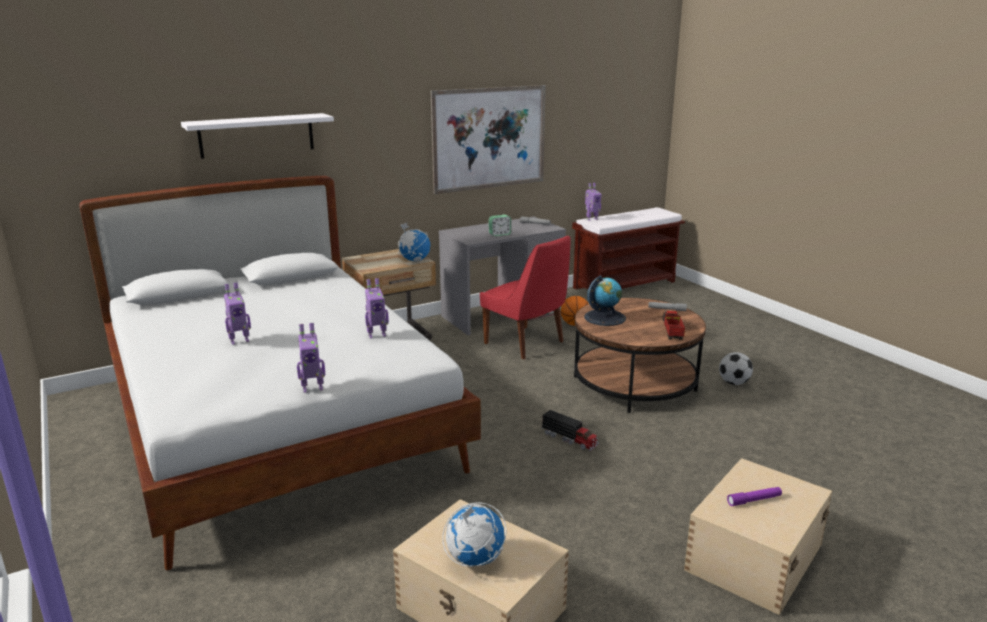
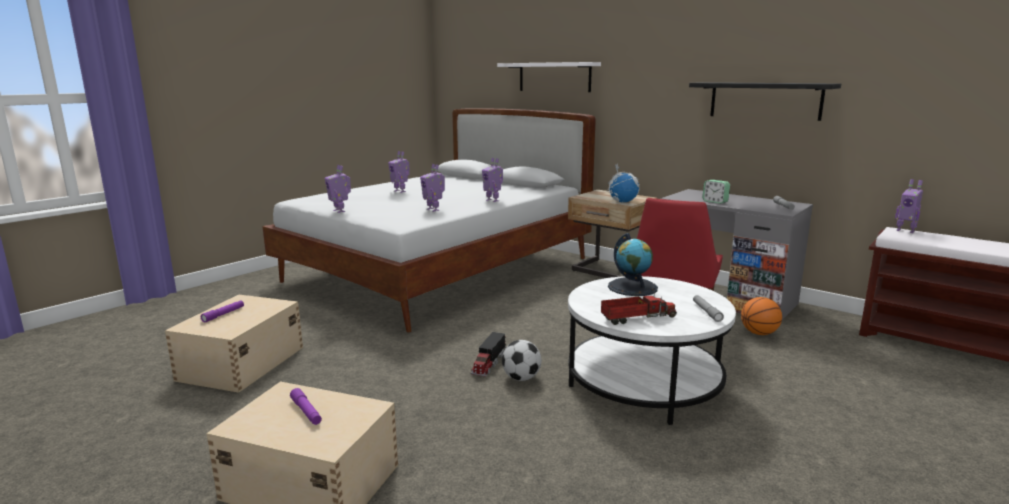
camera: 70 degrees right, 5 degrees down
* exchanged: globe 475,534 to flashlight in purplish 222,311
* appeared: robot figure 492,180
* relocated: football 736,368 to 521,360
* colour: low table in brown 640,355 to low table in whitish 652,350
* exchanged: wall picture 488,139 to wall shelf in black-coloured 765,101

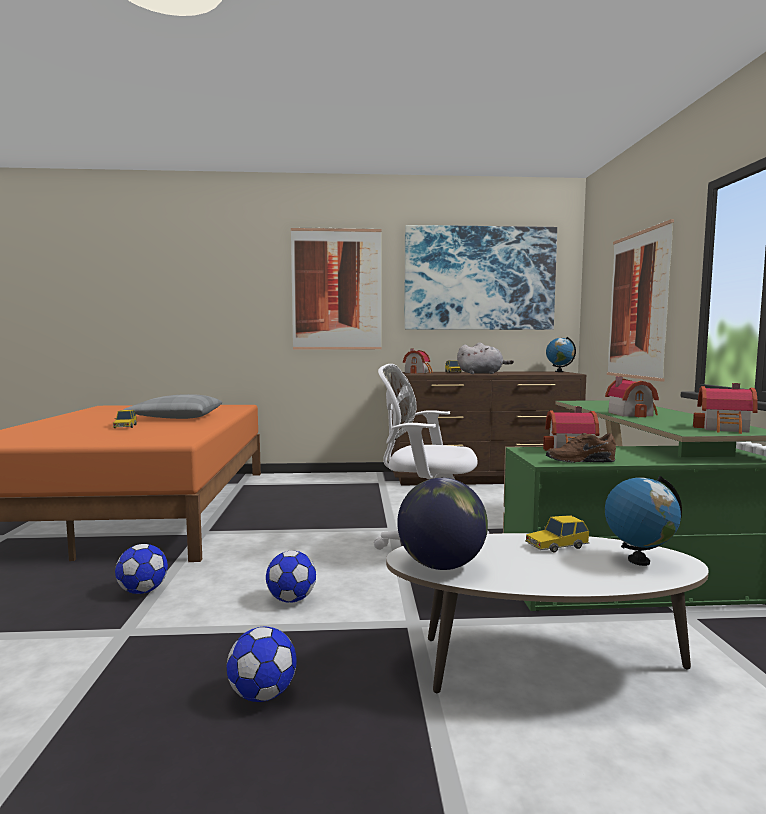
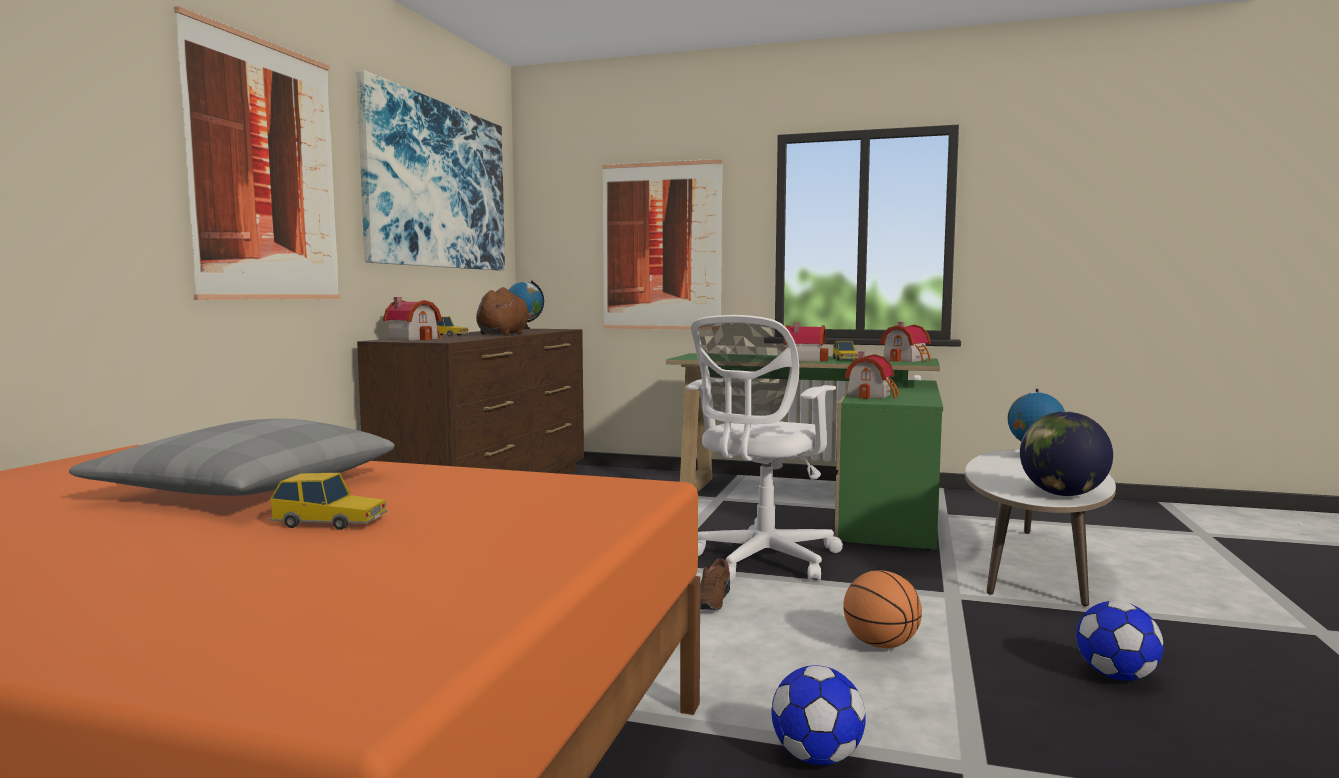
camera: 70 degrees left, 0 degrees up
* colour: plush toy in gray 485,358 to plush toy in brown 505,311
* relocated: shoe in brown 581,448 to 715,584
* relocated: toy car 557,533 to 845,350
* exchanged: football 291,577 to basketball ball 882,609

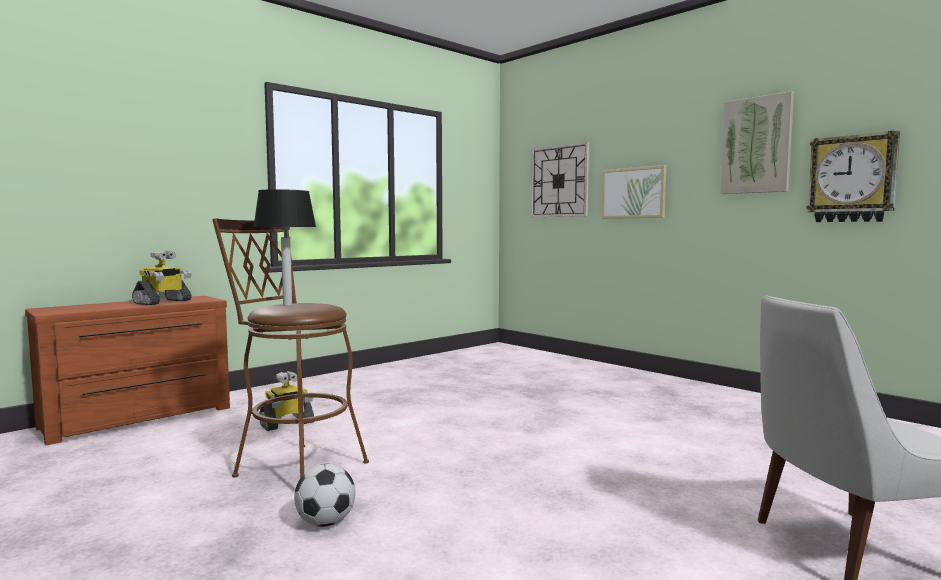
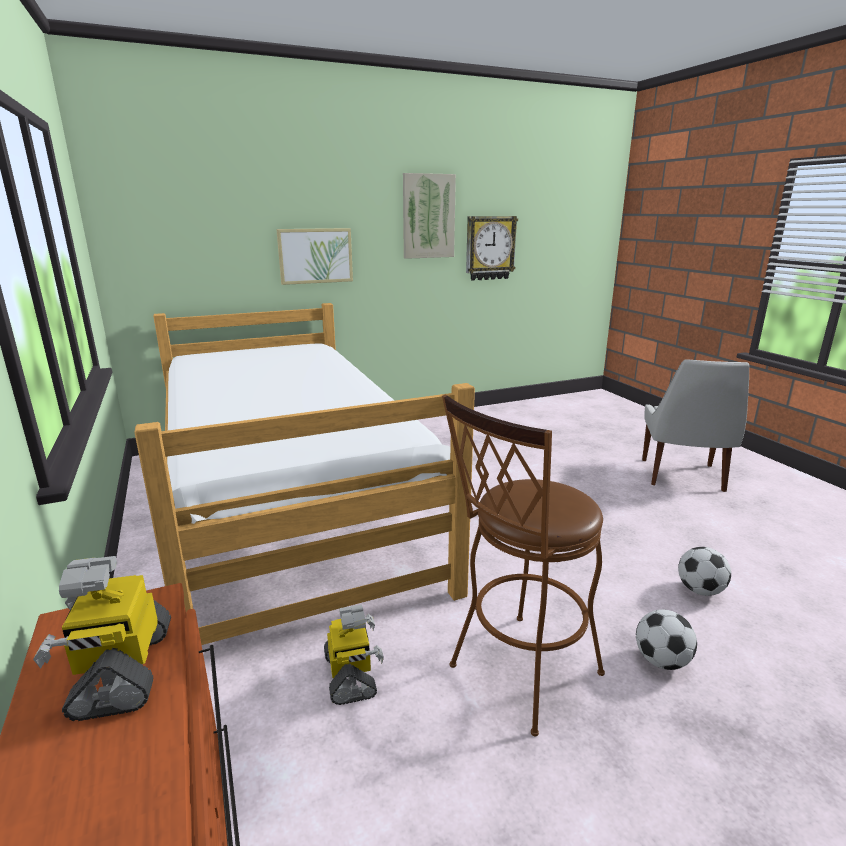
camera: 70 degrees left, 15 degrees up
* spun: robot figure 162,278 = 102,638 150 degrees counterclockwise
* appeared: sleeping bed 304,474
* appeared: football 704,571
* missing: table lamp 284,247
* missing: hanging clock 560,179

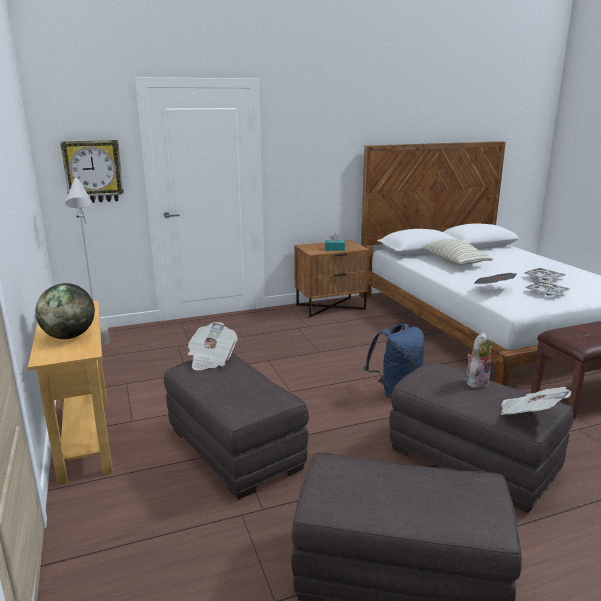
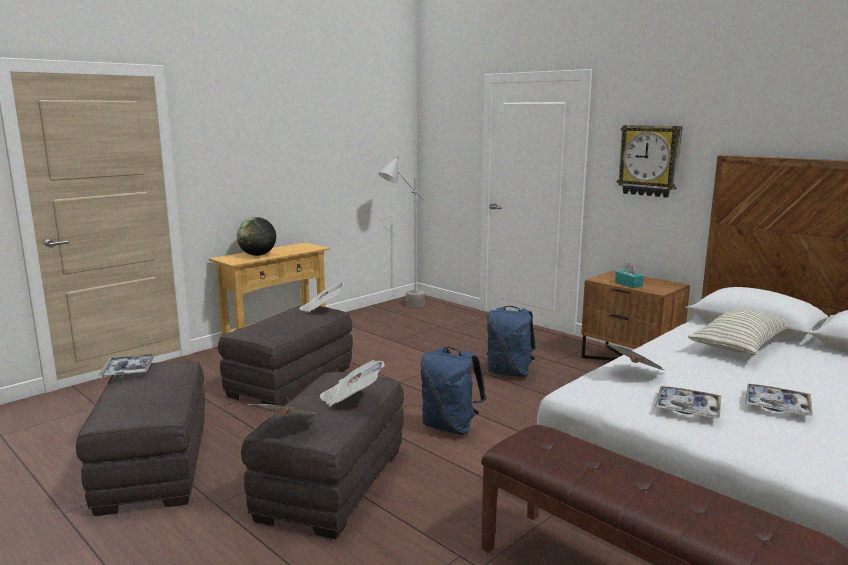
camera: 65 degrees right, 5 degrees down
* appeared: tray 127,366
* exchanged: plush toy 479,360 to daily paper 352,383
* appeared: knapsack in bluish 511,341
* relocated: hanging clock 92,171 to 650,161

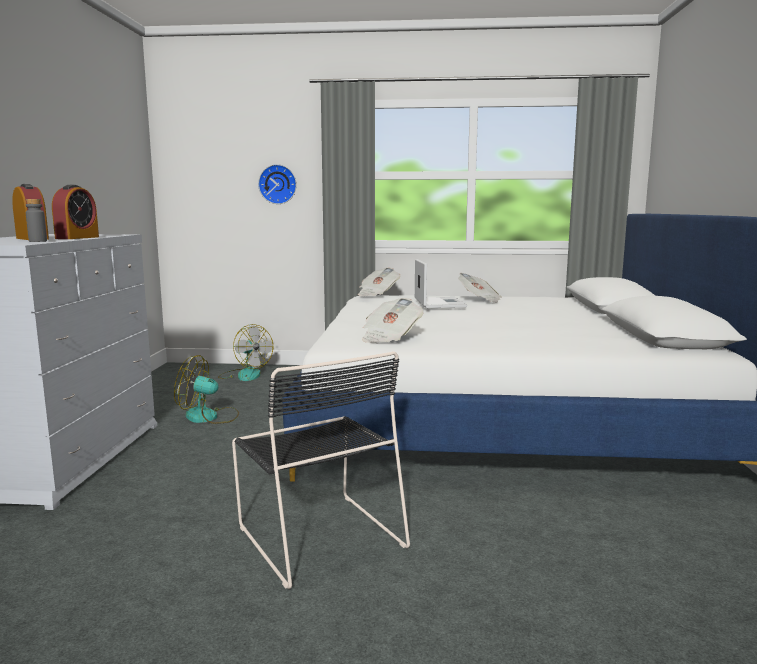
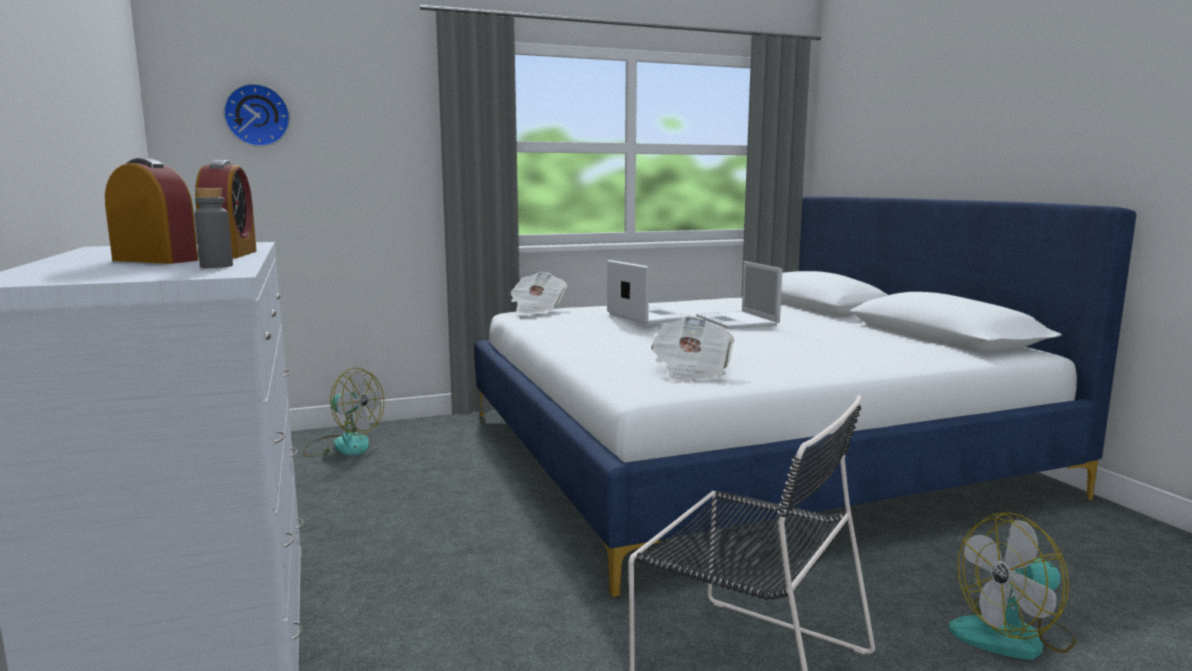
camera: 25 degrees left, 0 degrees up
* relocated: hanging clock 277,184 to 256,115
* appeared: portable computer 739,295
* relocated: fan 206,389 to 1012,585
* missing: daily paper 480,288

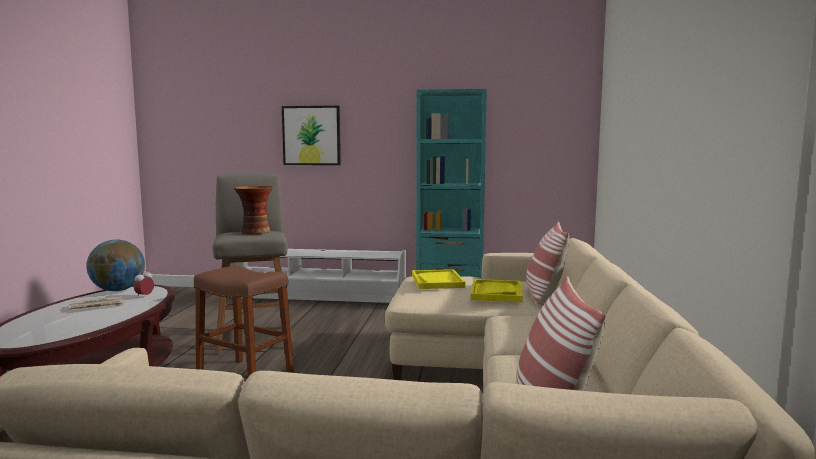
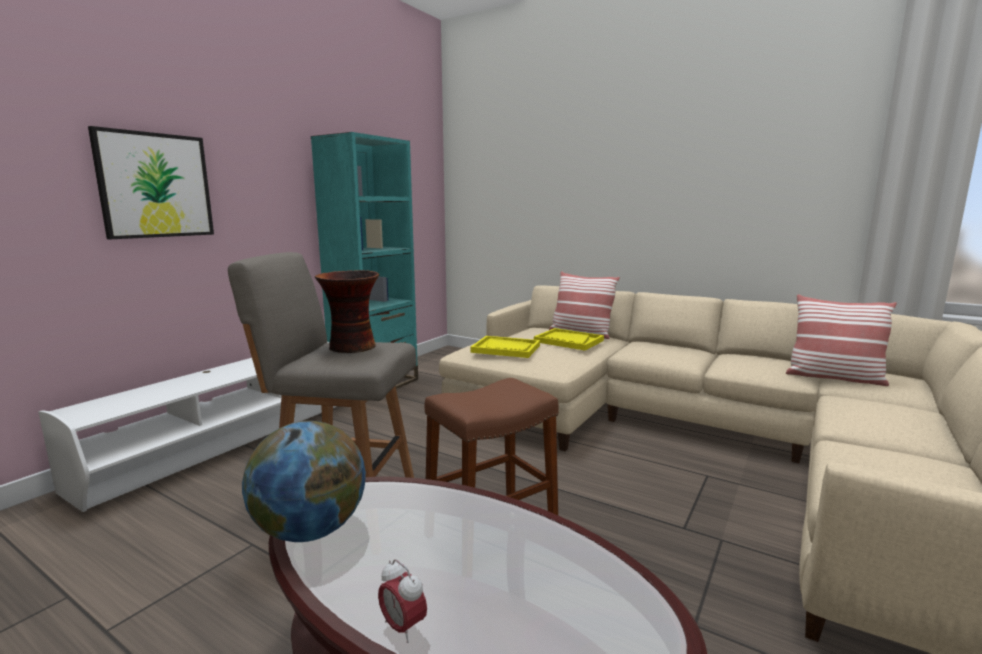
camera: 65 degrees left, 5 degrees up
* relocated: table clock 144,284 to 402,601
* missing: daily paper 96,303

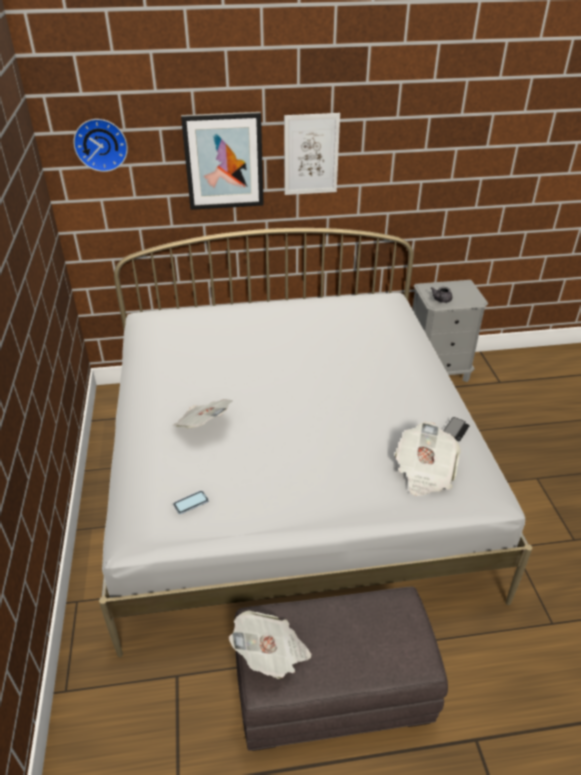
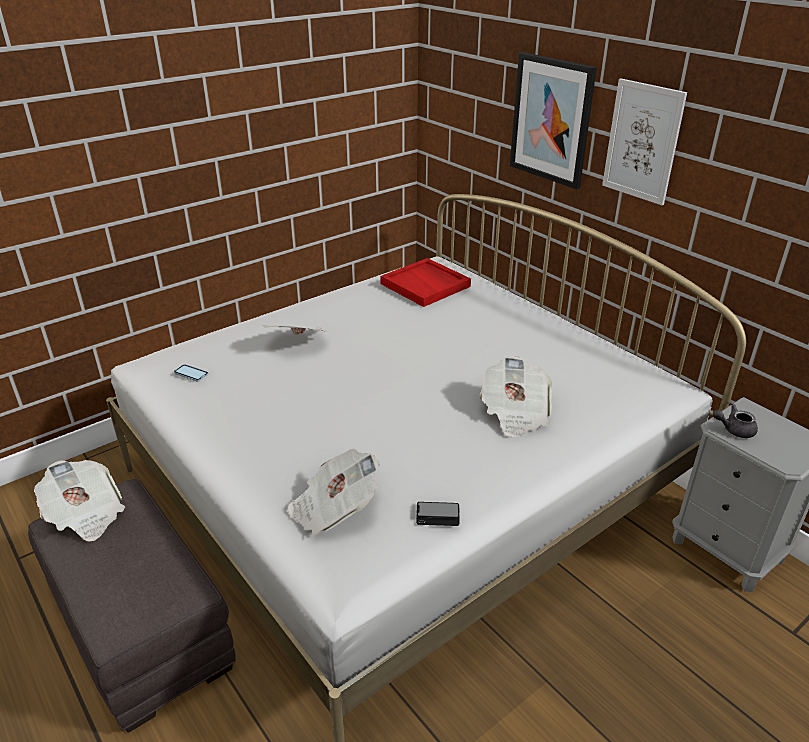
camera: 60 degrees right, 5 degrees down
* appeared: tray in red 425,282
* appeared: daily paper 516,396
* missing: hanging clock 100,145

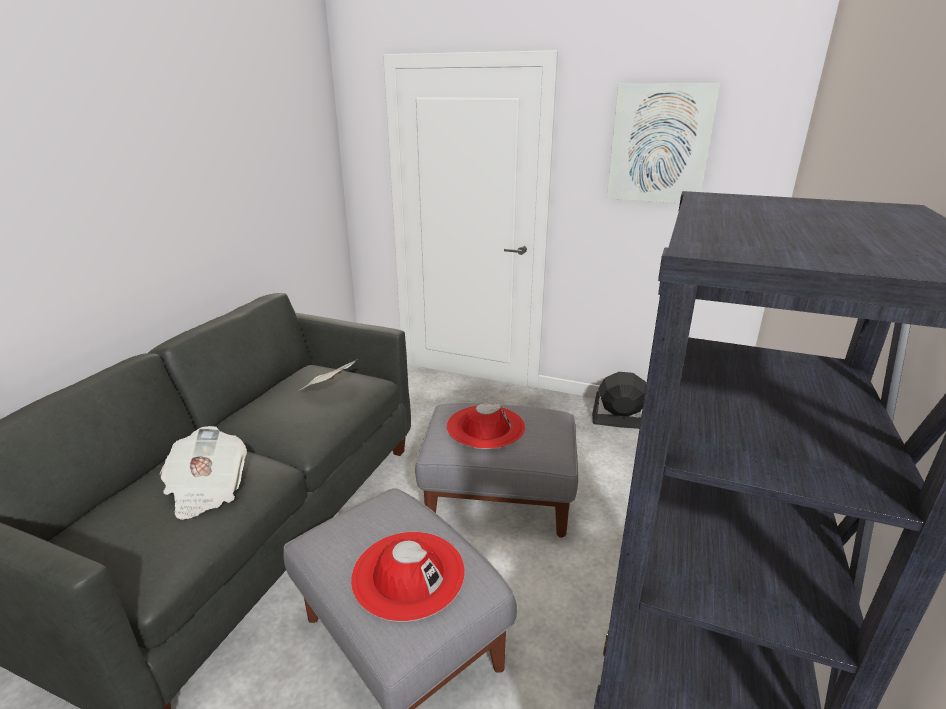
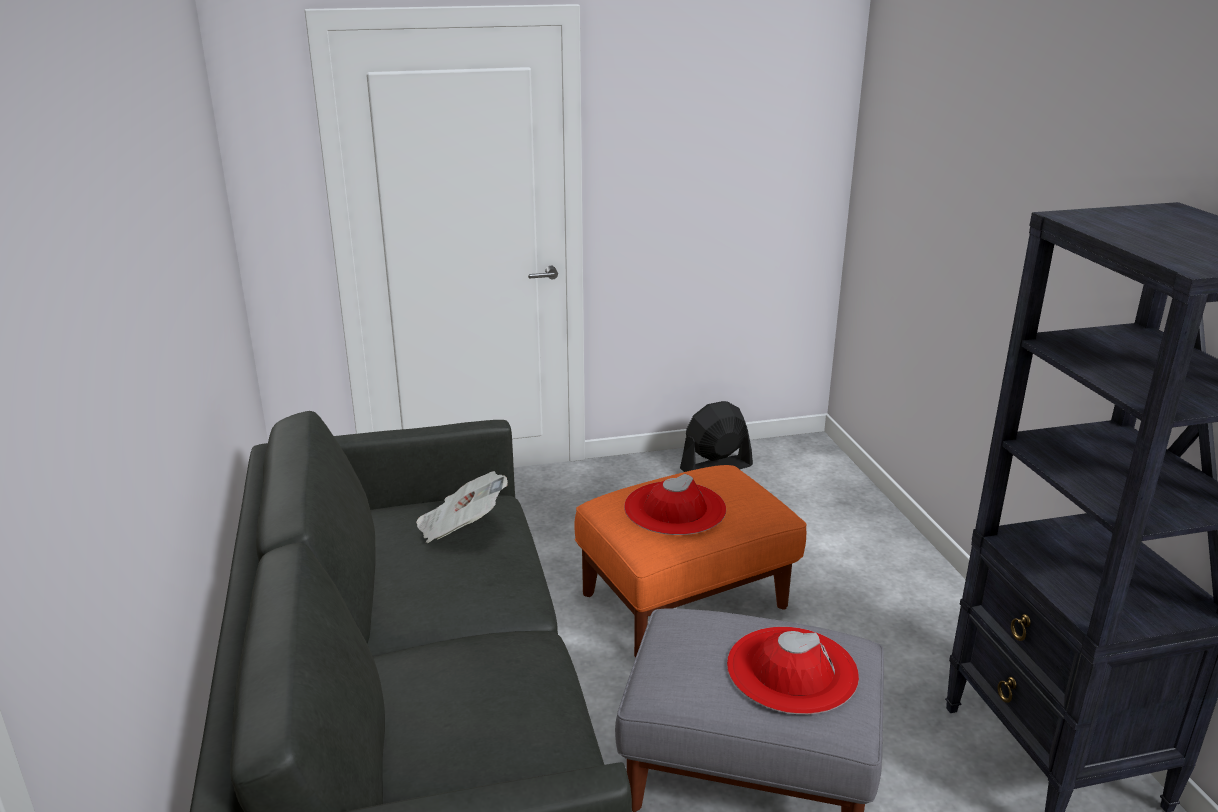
camera: 35 degrees left, 0 degrees up
* colour: ottoman in gray 496,470 to ottoman in orangey 690,561
* missing: daily paper 203,473
* missing: wall picture 663,143

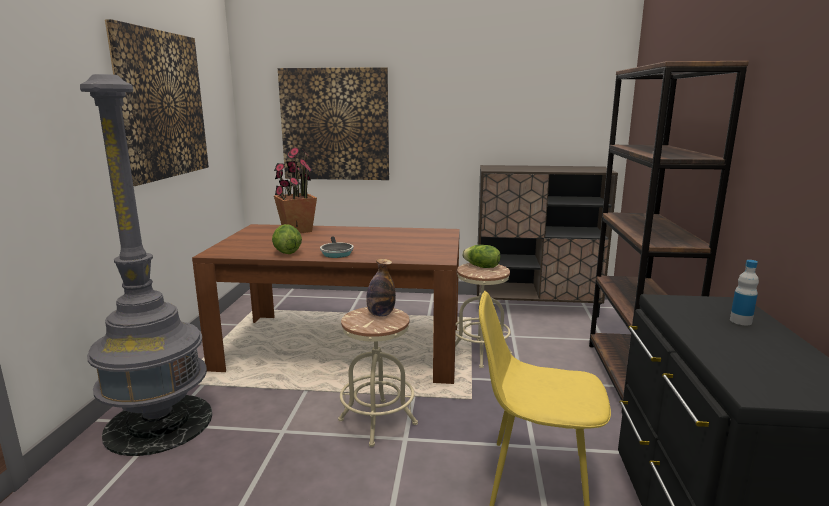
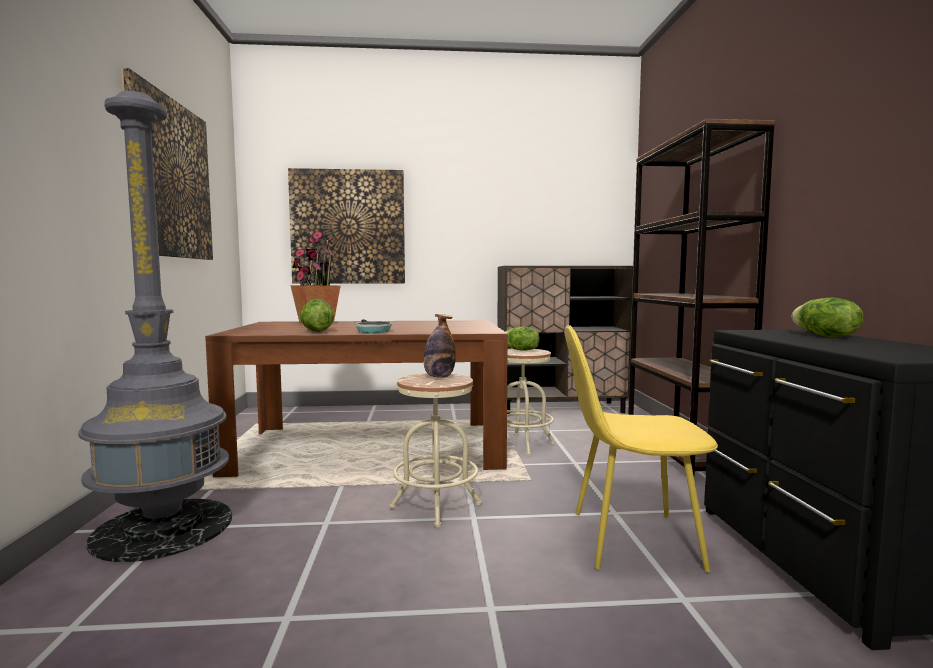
camera: 10 degrees left, 10 degrees down
* exchanged: bottle 744,292 to lettuce head 828,317

